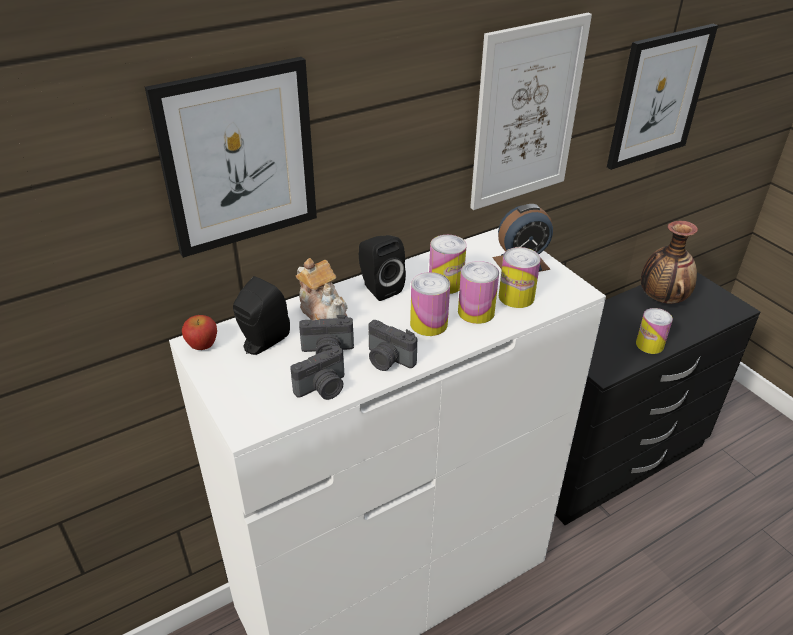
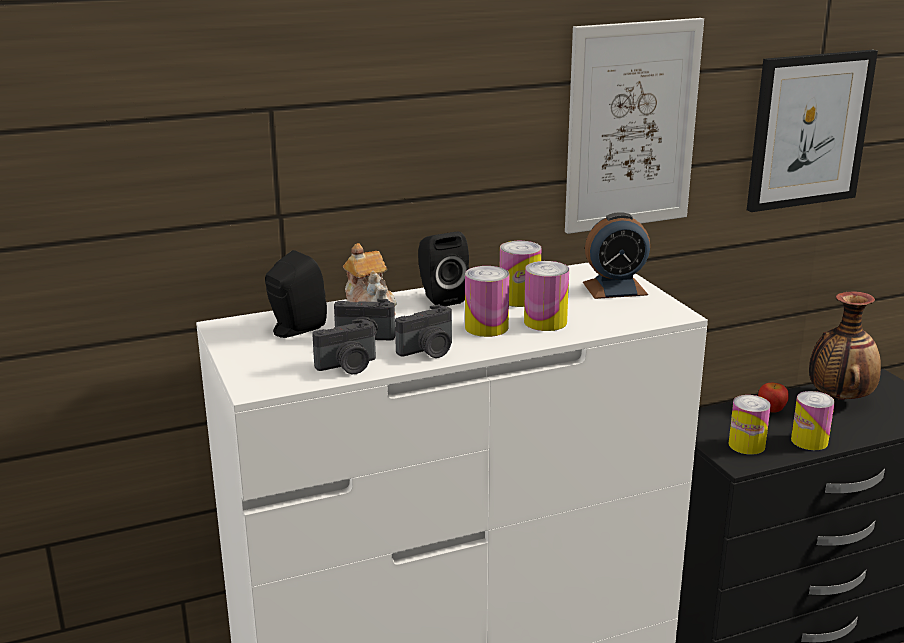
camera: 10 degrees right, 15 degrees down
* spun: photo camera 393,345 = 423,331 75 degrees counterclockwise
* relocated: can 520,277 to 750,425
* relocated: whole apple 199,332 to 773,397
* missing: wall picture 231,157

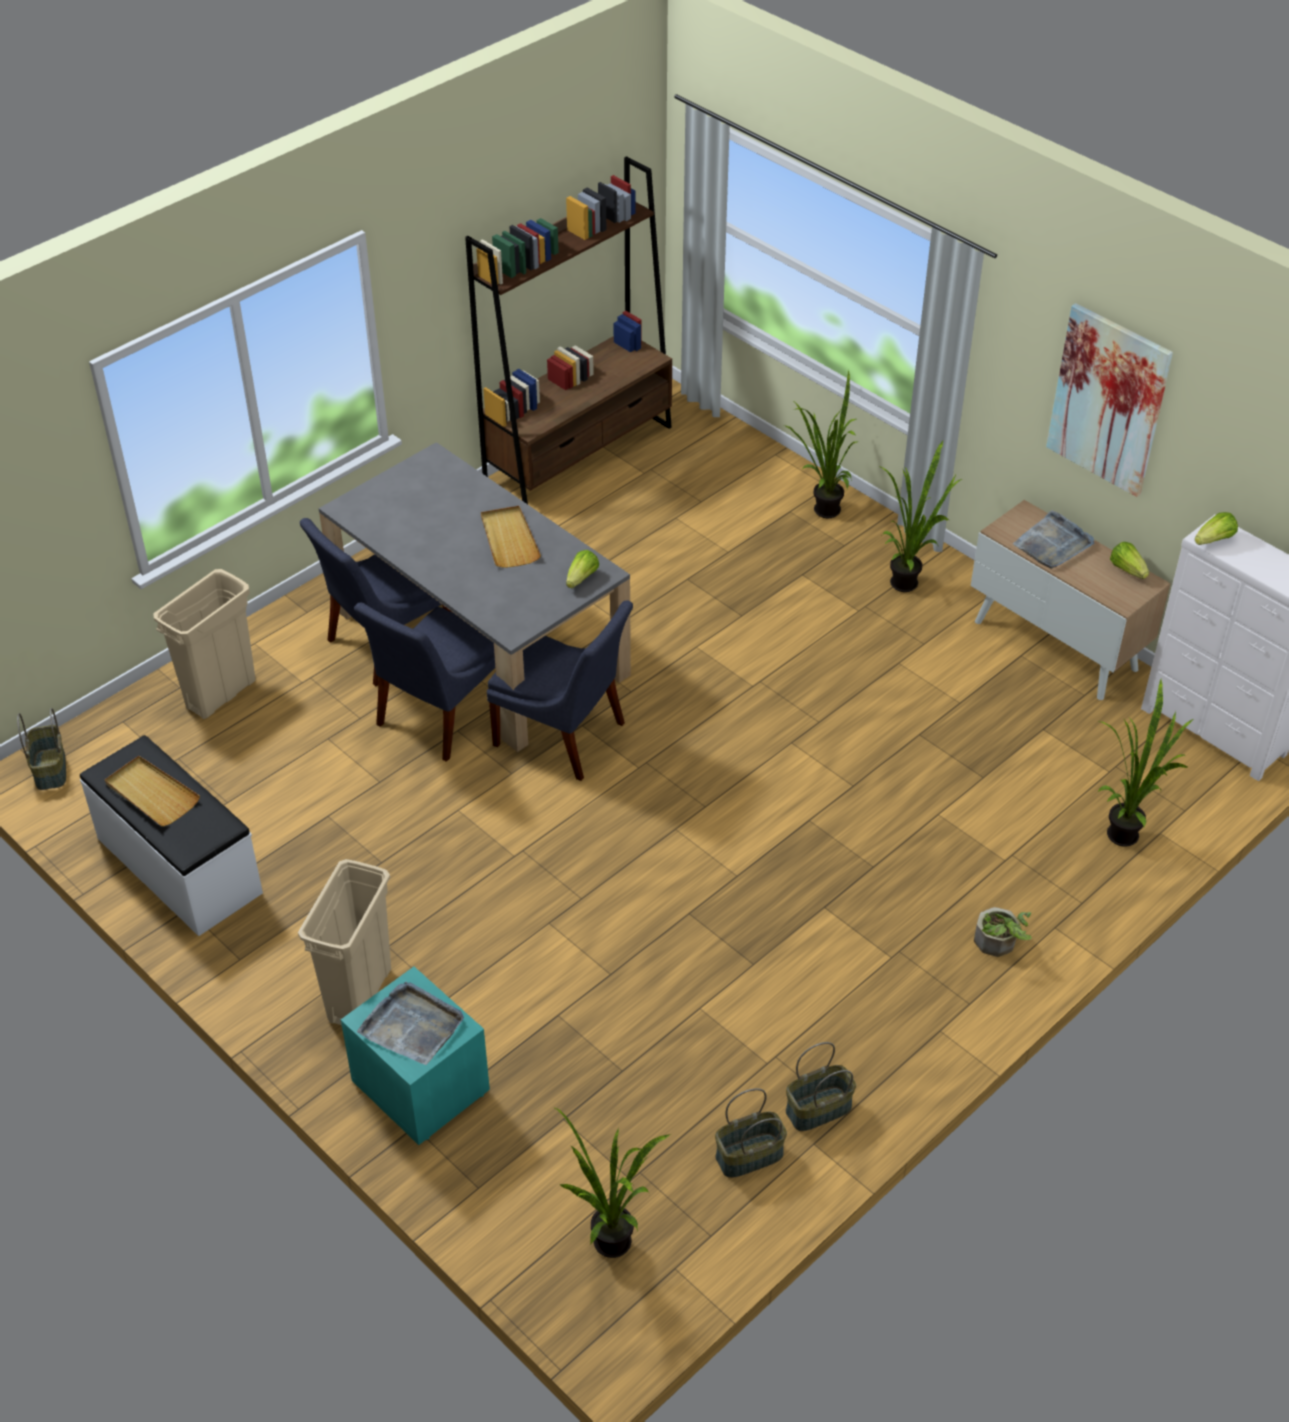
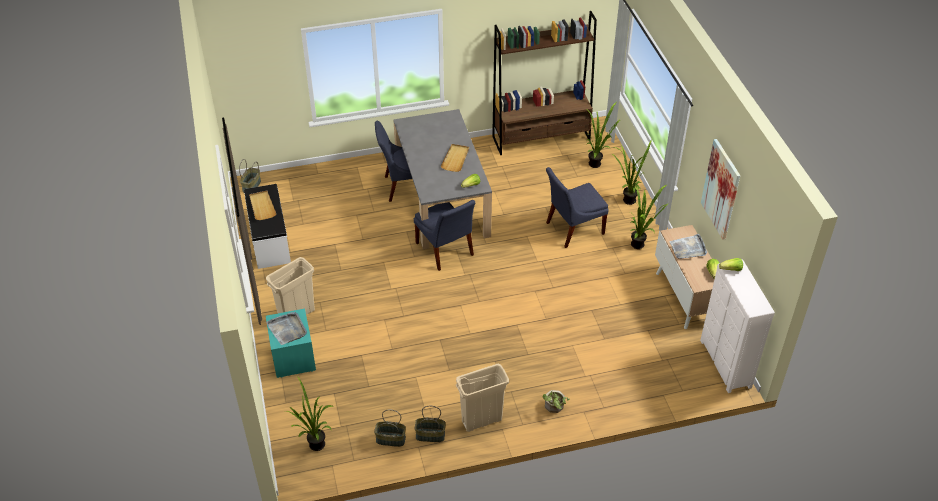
camera: 30 degrees right, 0 degrees up
* relocated: trash can in beige-coloured 204,644 to 482,398
* relocated: plain chair in bluish 424,682 to 577,207
* relocated: potted plant 1146,763 to 603,135

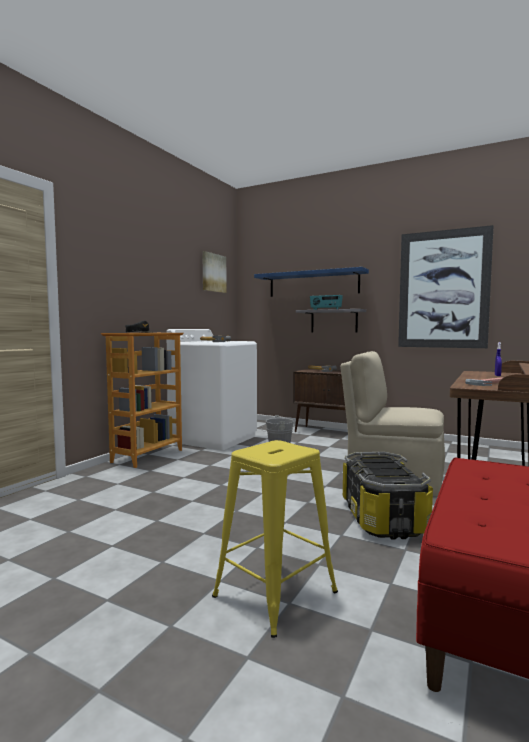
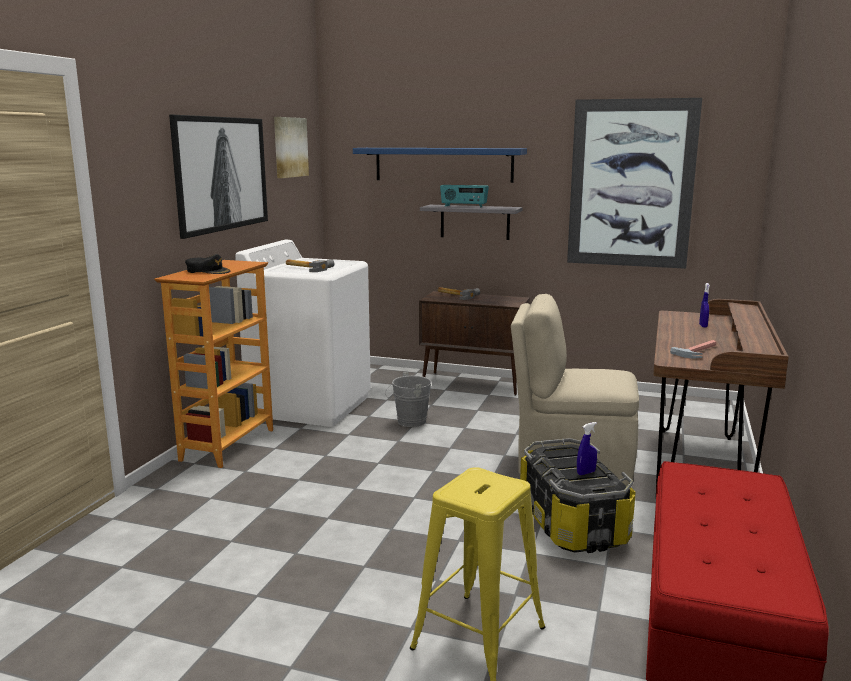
camera: 10 degrees left, 10 degrees up
* appeared: wall picture 218,177
* appeared: hand sprayer in bluish 587,448

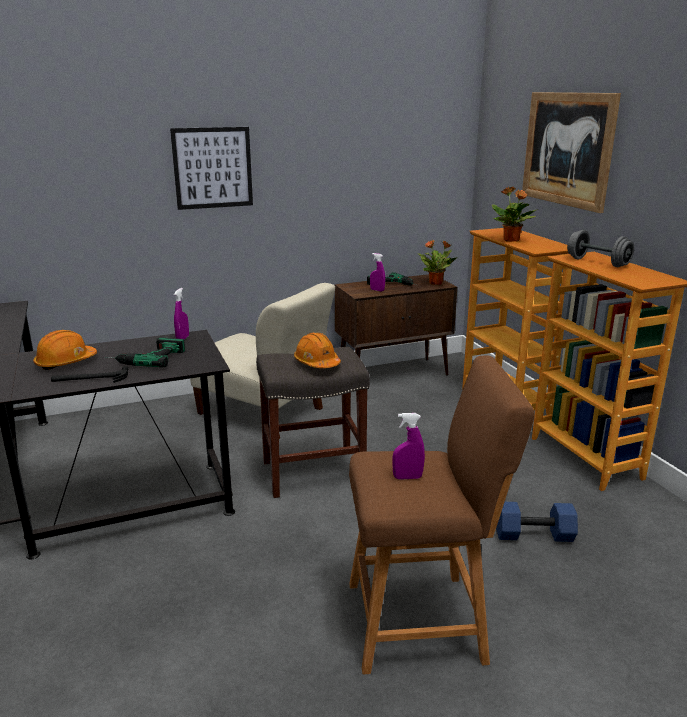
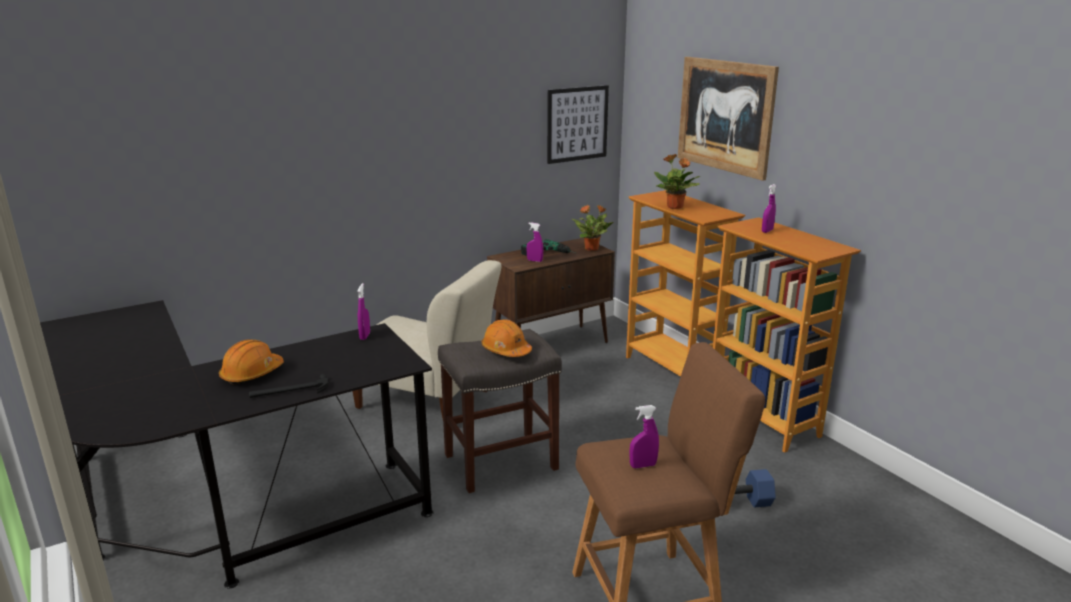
camera: 10 degrees left, 0 degrees up
* relocated: wall picture 211,168 to 578,124
* exchanged: hand weight in gray 600,248 to hand sprayer in purplish 769,208
* missing: electric drill 145,352

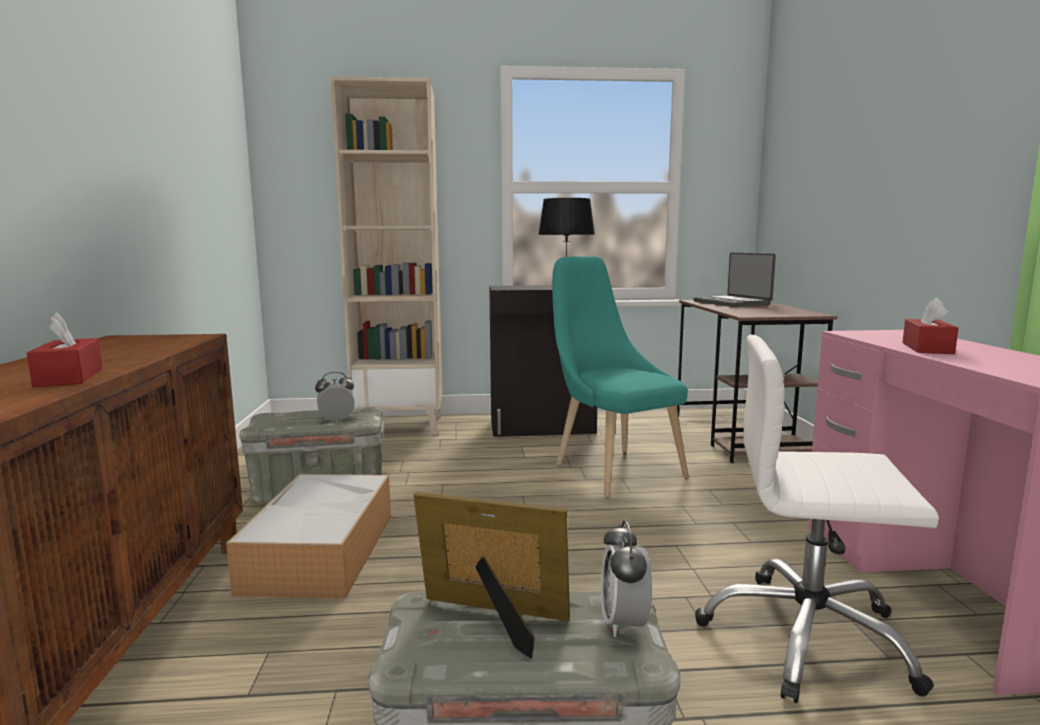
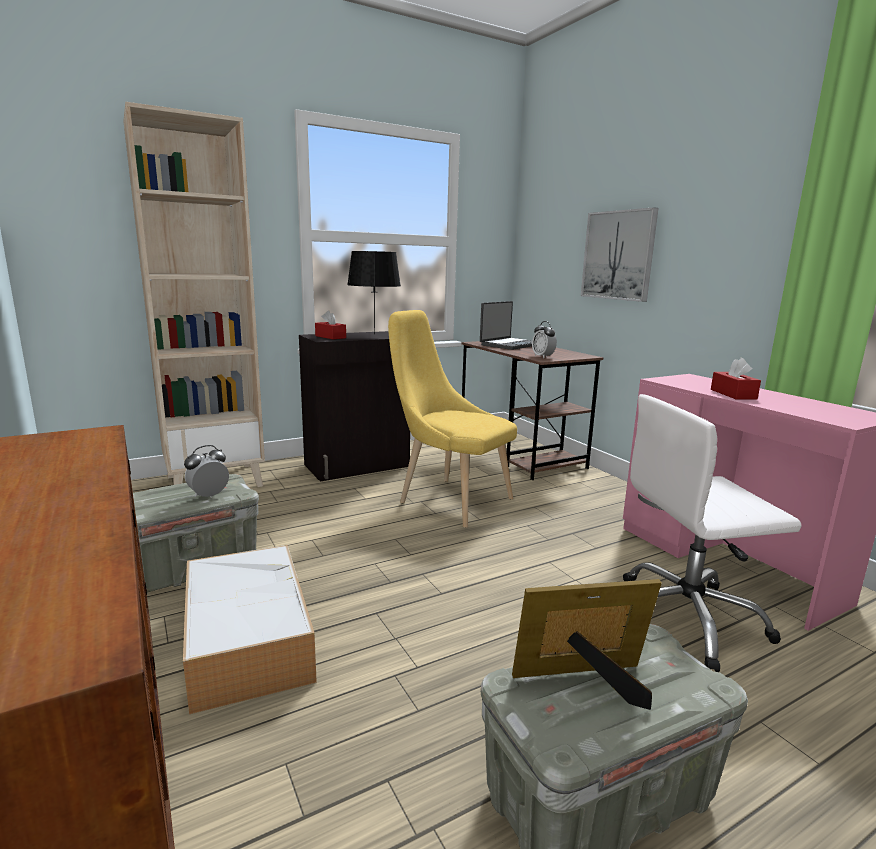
camera: 25 degrees left, 5 degrees up
* relocated: box of tissues in red 65,349 to 330,325
* colour: plain chair in blue-green 620,376 to plain chair in yellow 452,419
* spun: portable computer 734,280 = 506,325 90 degrees counterclockwise
* relocated: table clock 626,578 to 544,339
* appeared: wall picture 620,254

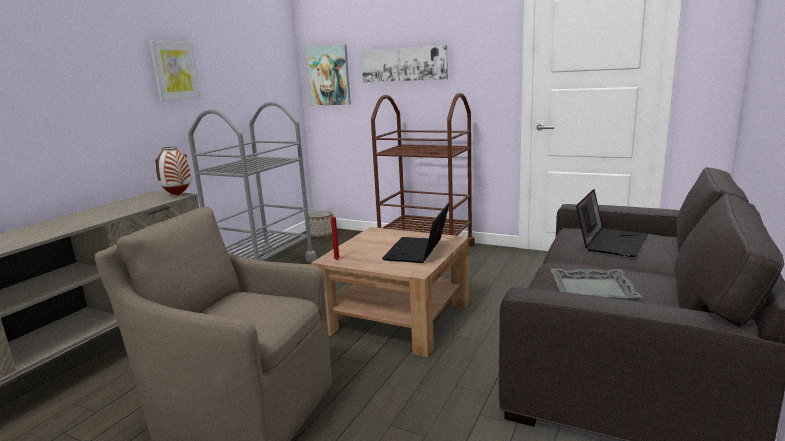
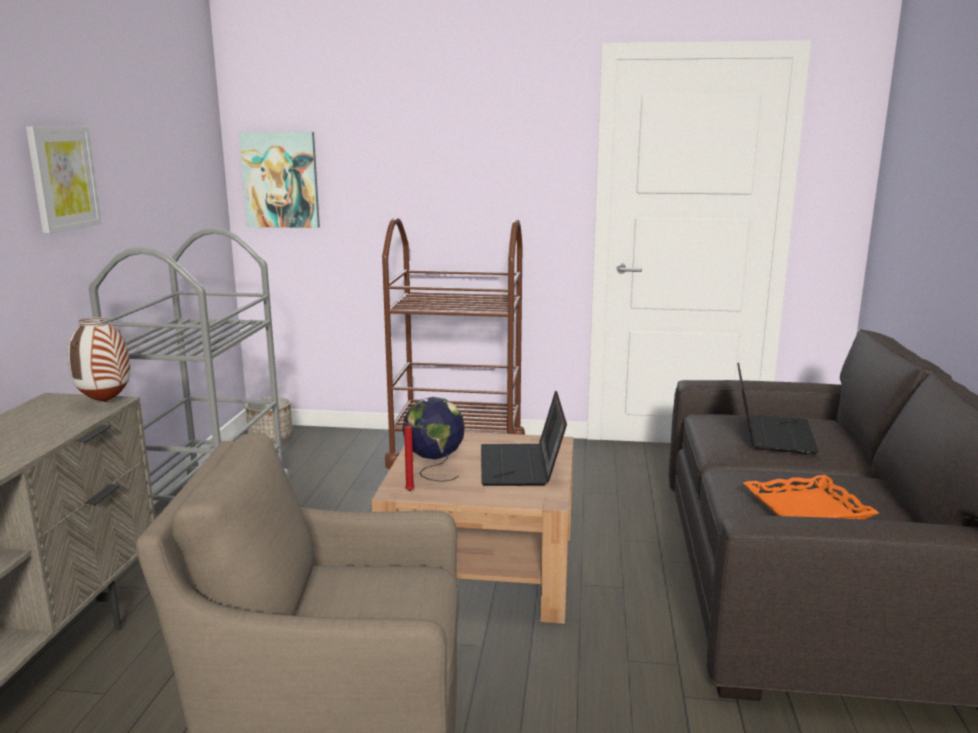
camera: 20 degrees left, 0 degrees up
* appeared: globe 433,439
* colour: tray in gray 597,284 to tray in orangey 811,497
* missing: wall picture 404,64

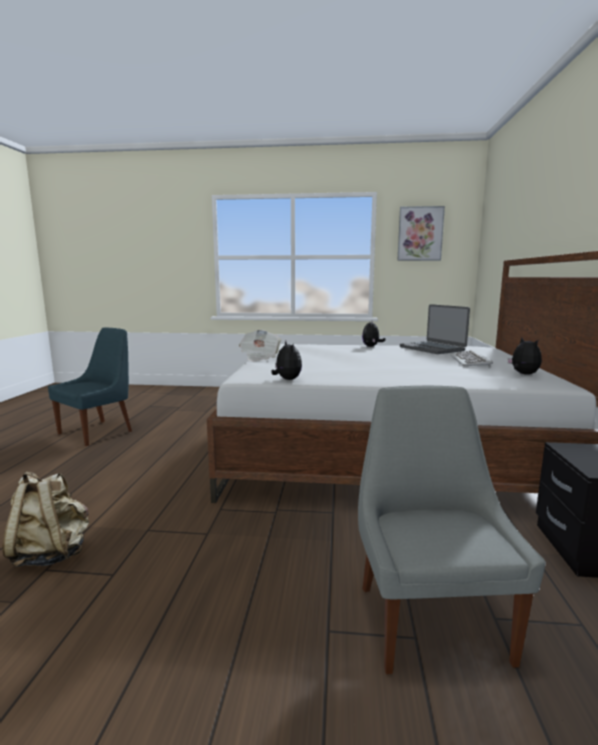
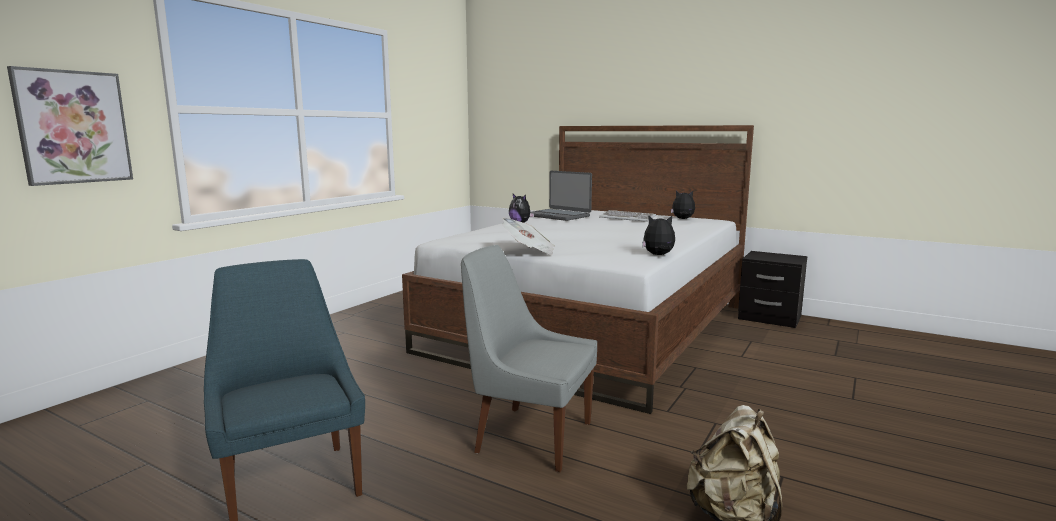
camera: 65 degrees left, 0 degrees up
* relocated: wall picture 421,233 to 70,126
* relocated: plain chair in gray 452,530 to 529,358
* spun: portable computer 435,329 = 561,196 45 degrees clockwise

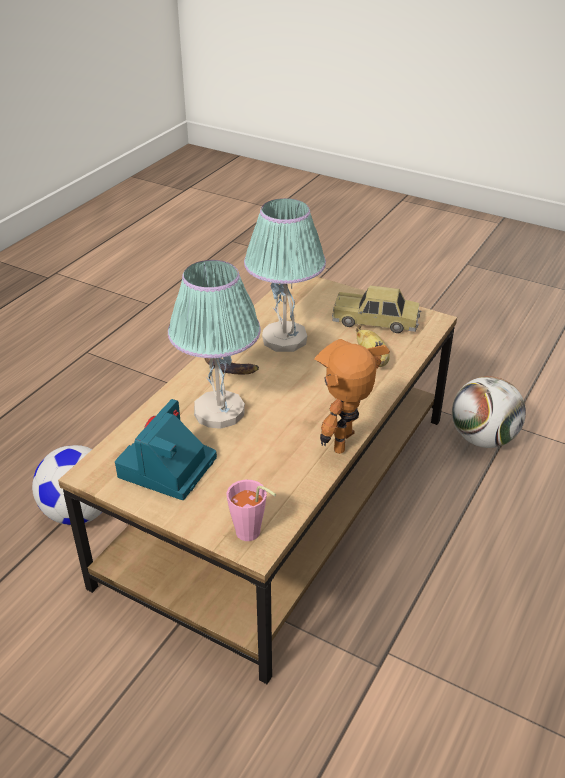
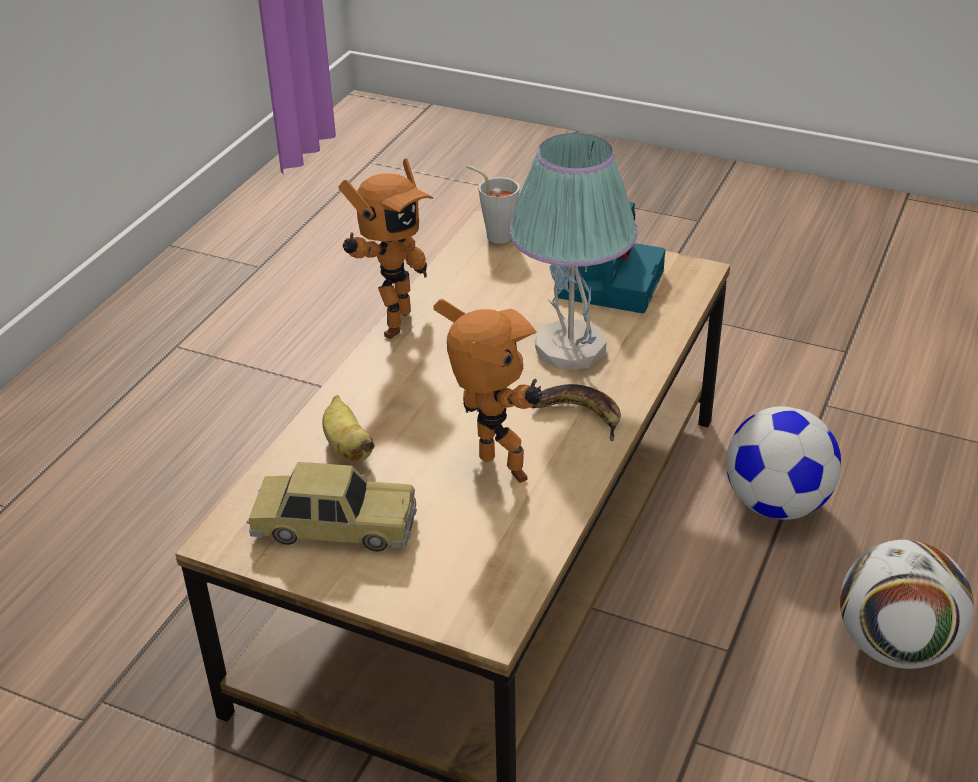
camera: 175 degrees right, 0 degrees up
* exchanged: table lamp 285,275 to robot figure 489,391
* colour: small cup in pinkish 251,510 to small cup in gray 493,204
* relocated: football 489,412 to 907,604

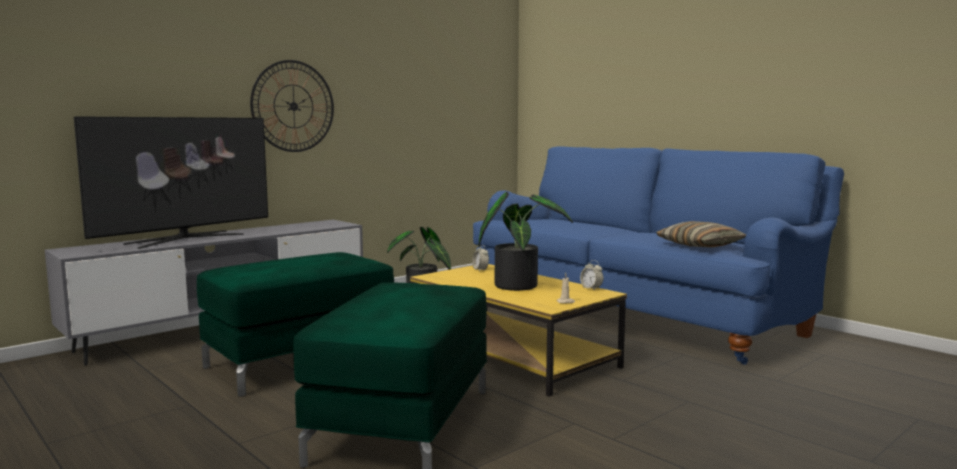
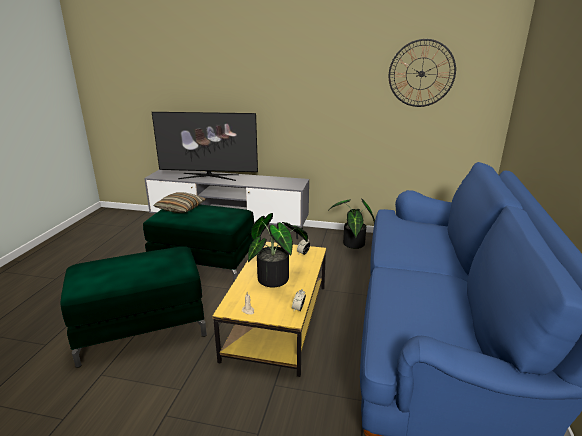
camera: 55 degrees right, 15 degrees up
* relocated: throw pillow 701,234 to 179,202
* relocated: hanging clock 292,106 to 422,73

